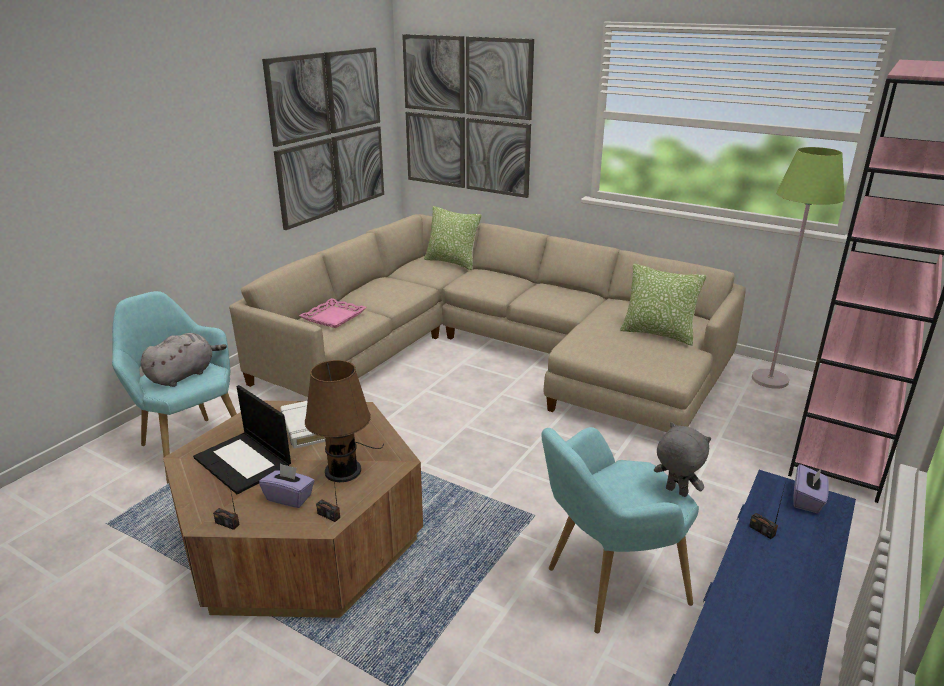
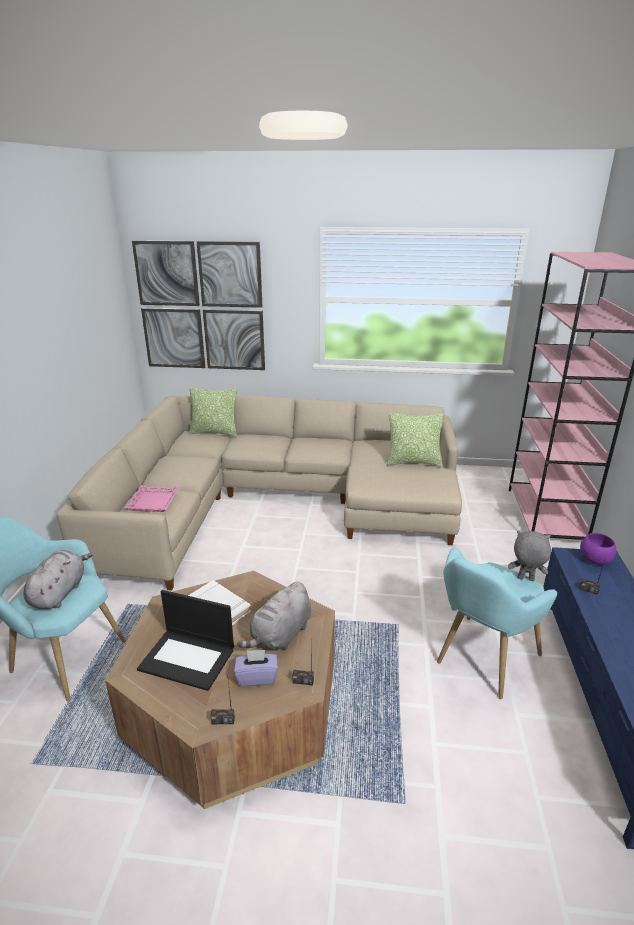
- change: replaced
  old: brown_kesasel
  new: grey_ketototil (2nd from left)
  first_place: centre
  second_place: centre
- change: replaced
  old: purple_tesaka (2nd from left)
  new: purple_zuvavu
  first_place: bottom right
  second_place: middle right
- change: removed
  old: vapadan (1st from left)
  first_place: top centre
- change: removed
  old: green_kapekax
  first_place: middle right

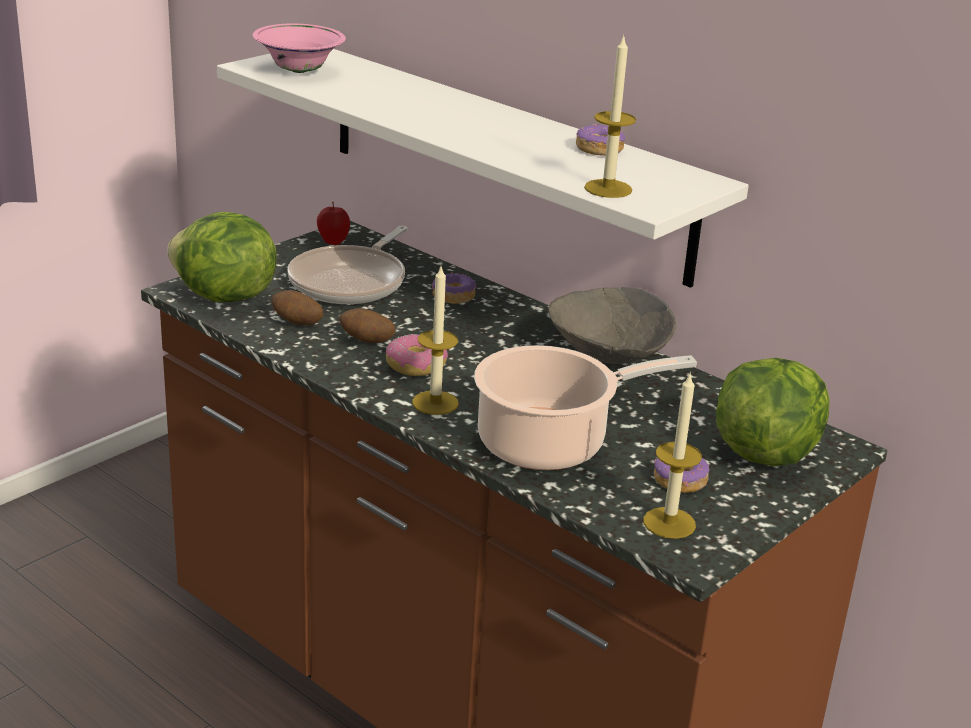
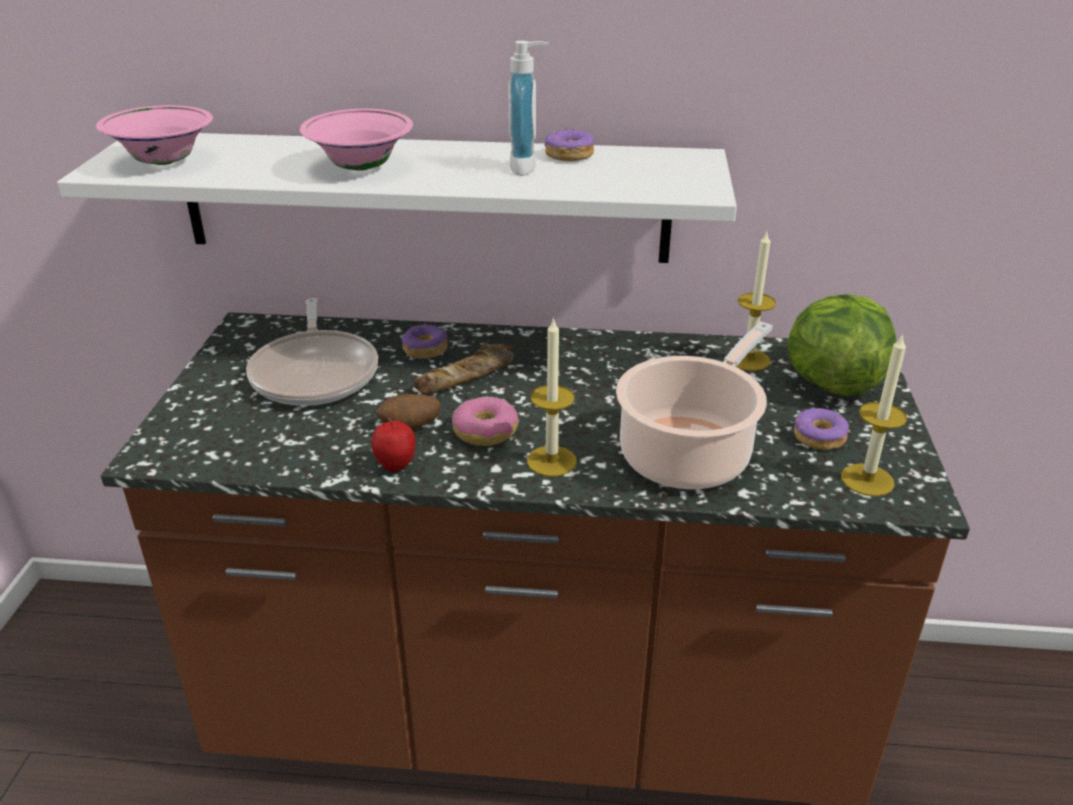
- change: added
  new: pink_zuvavu (2nd from left)
  second_place: top left
- change: moved
  old: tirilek
  first_place: top centre
  second_place: centre
- change: added
  new: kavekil
  second_place: centre
- change: added
  new: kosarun
  second_place: top centre
- change: moved
  old: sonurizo (2nd from left)
  first_place: top centre
  second_place: middle right
- change: removed
  old: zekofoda (1st from left)
  first_place: middle left
- change: removed
  old: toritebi (1st from left)
  first_place: middle left
- change: removed
  old: grey_zuvavu
  first_place: centre

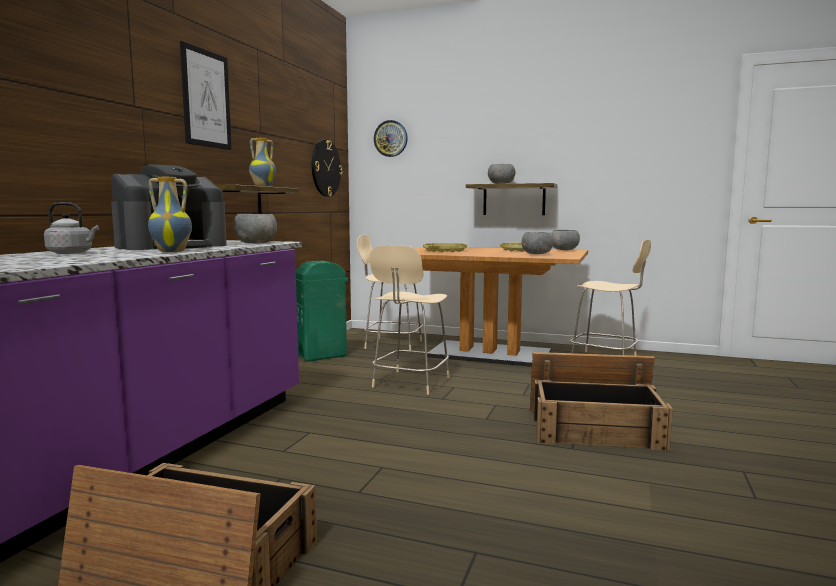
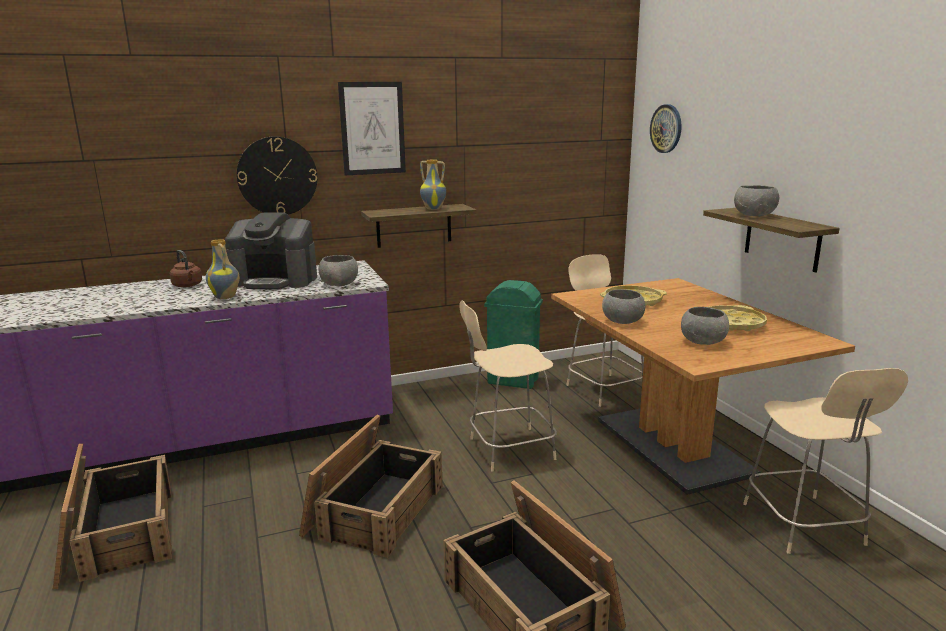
- change: recoloured
  old: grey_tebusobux
  new: brown_tebusobux
  first_place: middle left
  second_place: middle left
- change: moved
  old: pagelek (1st from left)
  first_place: top centre
  second_place: top left
- change: added
  new: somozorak (2nd from left)
  second_place: bottom centre
- change: moved
  old: grey_zuvavu (4th from left in the first image)
  new: grey_zuvavu (2nd from left)
  first_place: middle right
  second_place: centre

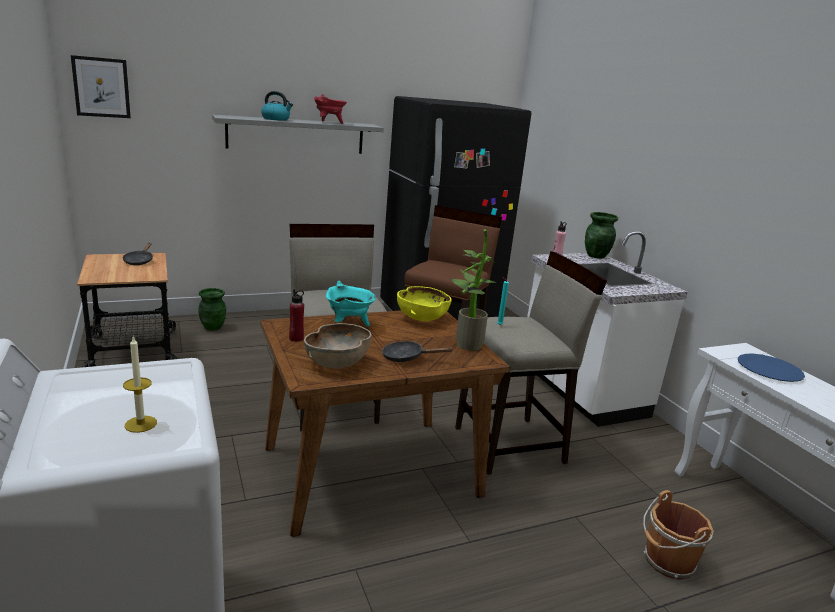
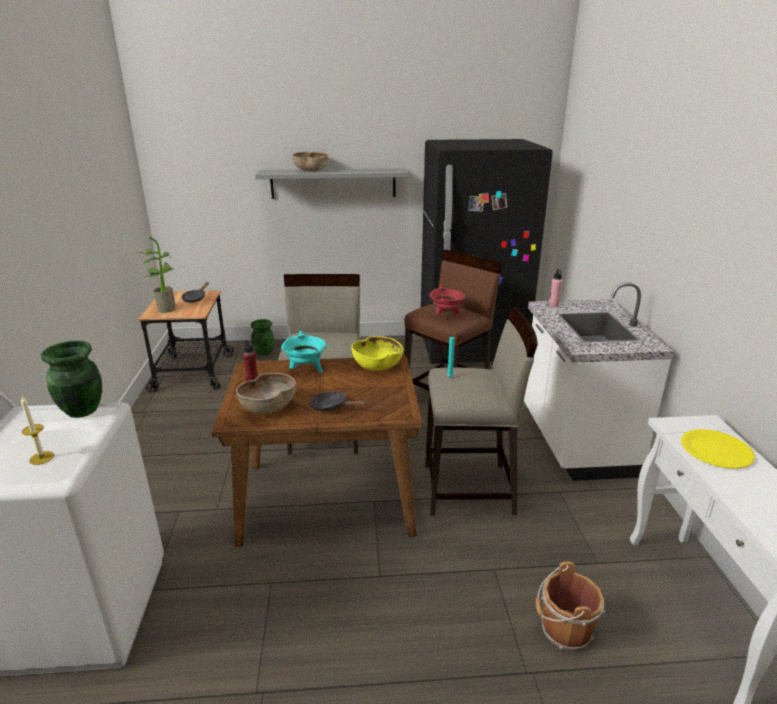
- change: moved
  old: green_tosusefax (2nd from left in the first image)
  new: green_tosusefax (1st from left)
  first_place: middle right
  second_place: middle left
- change: moved
  old: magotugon
  first_place: centre
  second_place: middle left
- change: replaced
  old: tebusobux
  new: brown_zuvavu (2nd from left)
  first_place: top left
  second_place: top centre
- change: moved
  old: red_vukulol
  first_place: top centre
  second_place: centre
- change: recoloured
  old: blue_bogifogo
  new: yellow_bogifogo
  first_place: middle right
  second_place: middle right
- change: removed
  old: vapadan
  first_place: top left

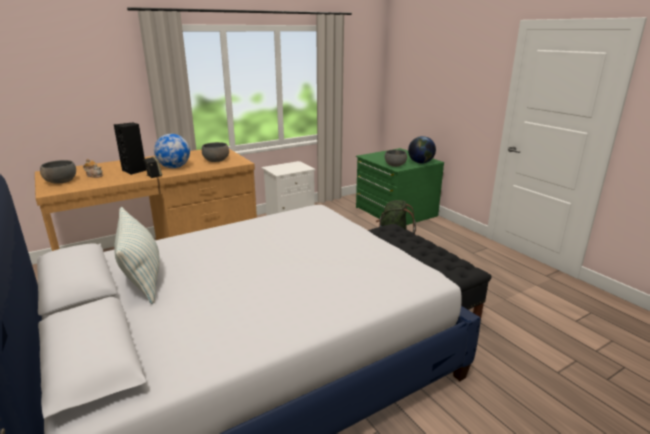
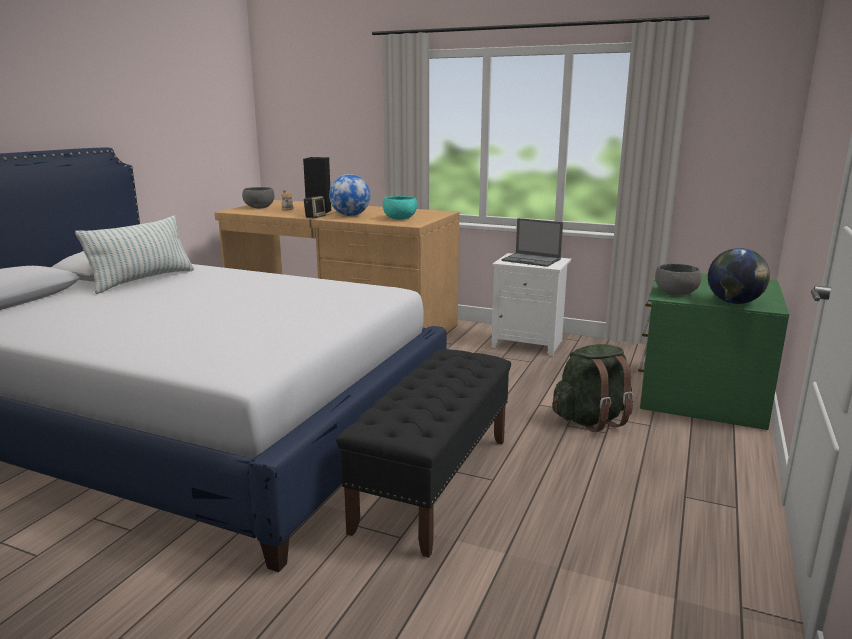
- change: recoloured
  old: grey_zuvavu (2nd from left)
  new: turquoise_zuvavu
  first_place: middle left
  second_place: top centre
- change: added
  new: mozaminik
  second_place: centre

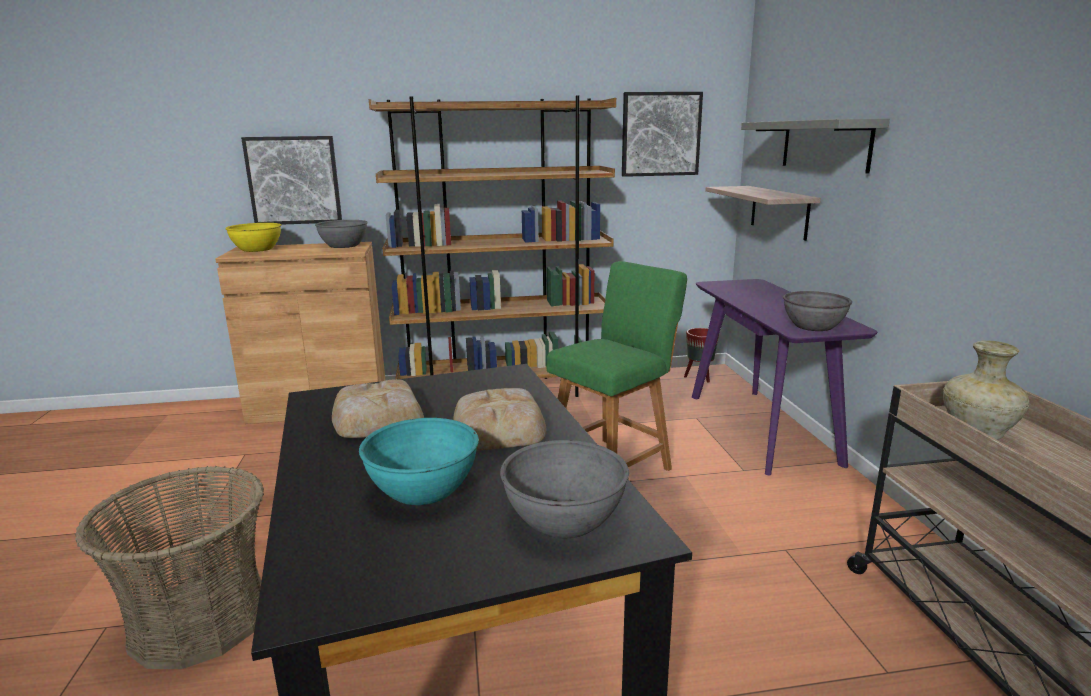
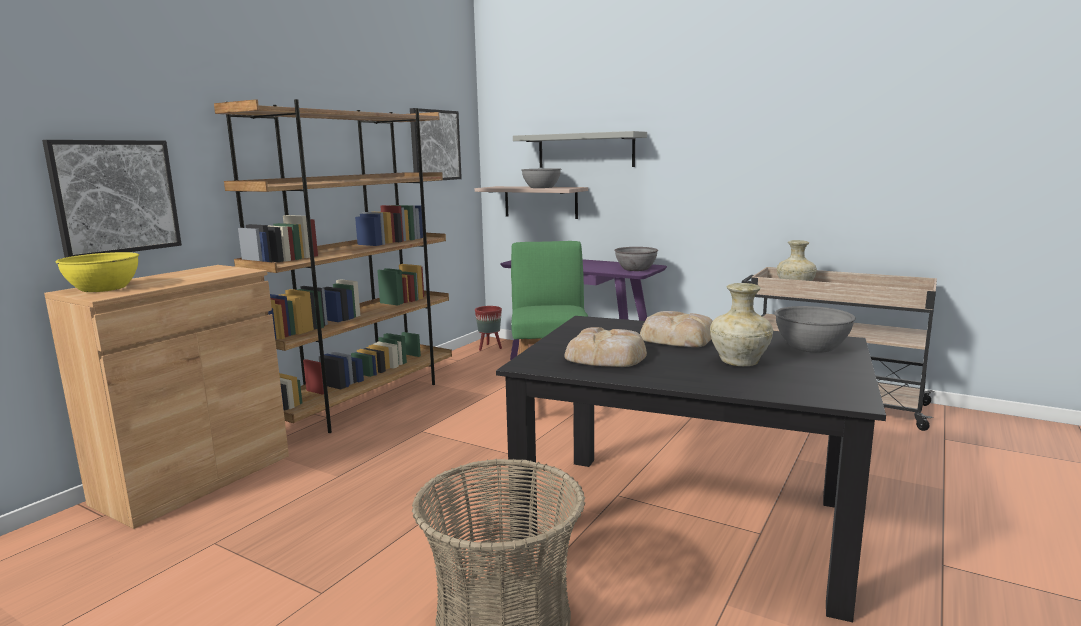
- change: moved
  old: grey_zuvavu (1st from left)
  first_place: middle left
  second_place: top centre
- change: replaced
  old: turquoise_zuvavu
  new: beige_tosusefax (1st from left)
  first_place: centre
  second_place: middle right

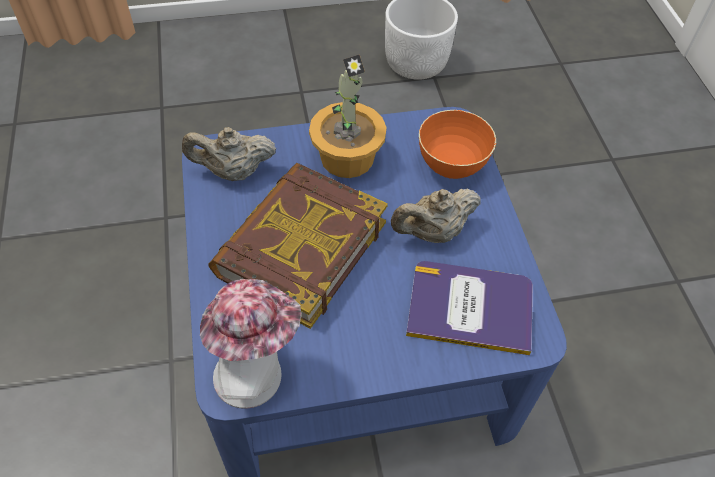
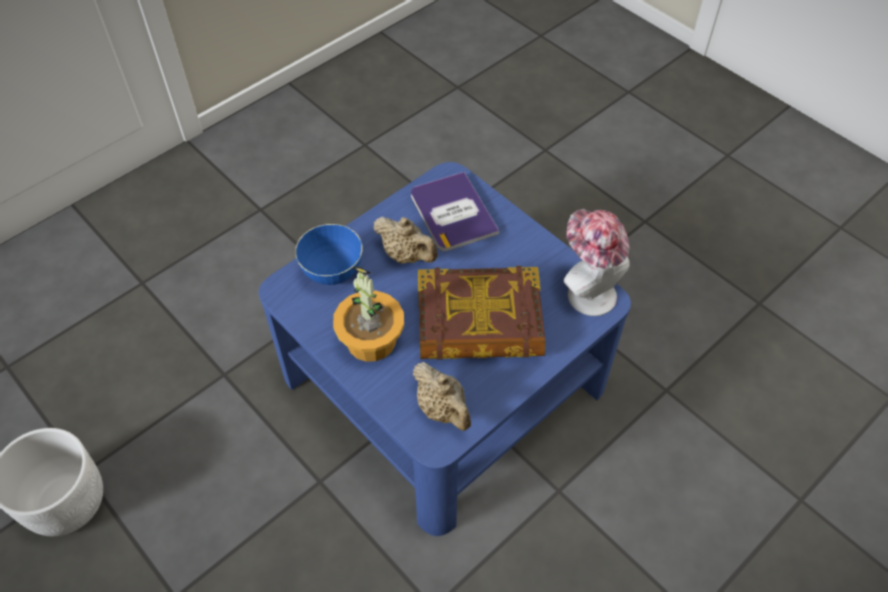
- change: recoloured
  old: orange_zuvavu
  new: blue_zuvavu
  first_place: top centre
  second_place: centre

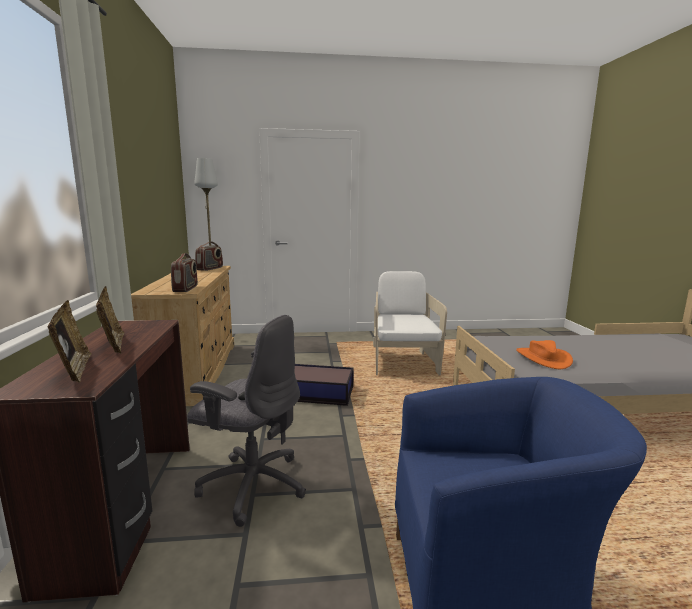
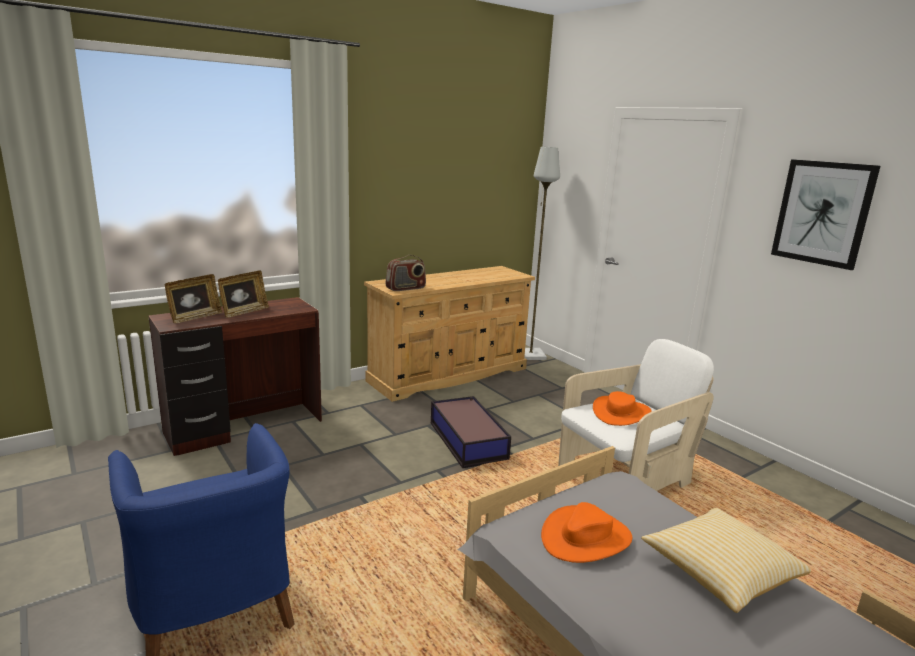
- change: added
  new: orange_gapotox (2nd from left)
  second_place: middle right
- change: added
  new: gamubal
  second_place: bottom right
- change: added
  new: vapadan
  second_place: top right
- change: removed
  old: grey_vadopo
  first_place: bottom centre
- change: removed
  old: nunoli (2nd from left)
  first_place: middle left

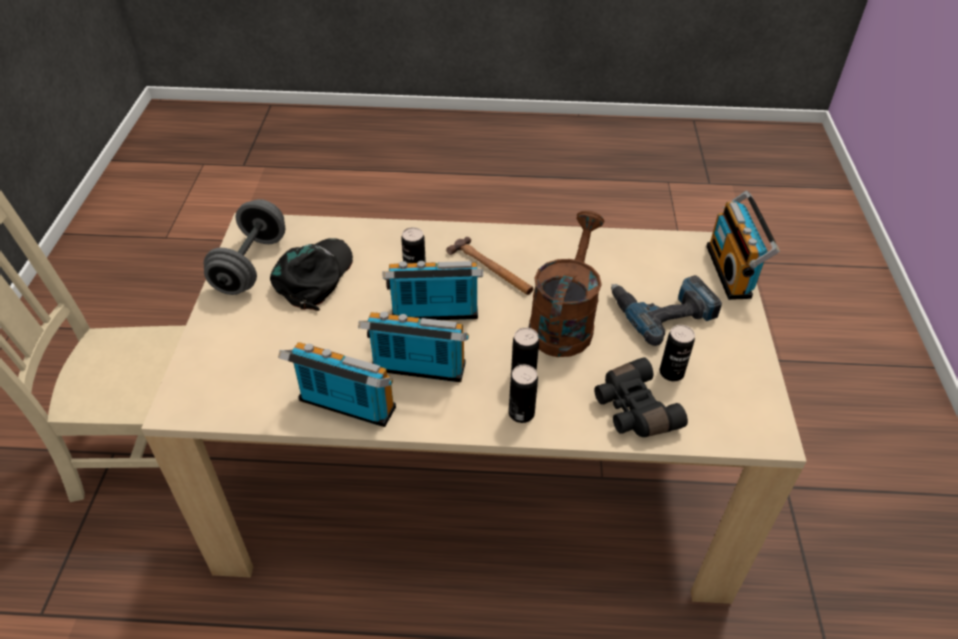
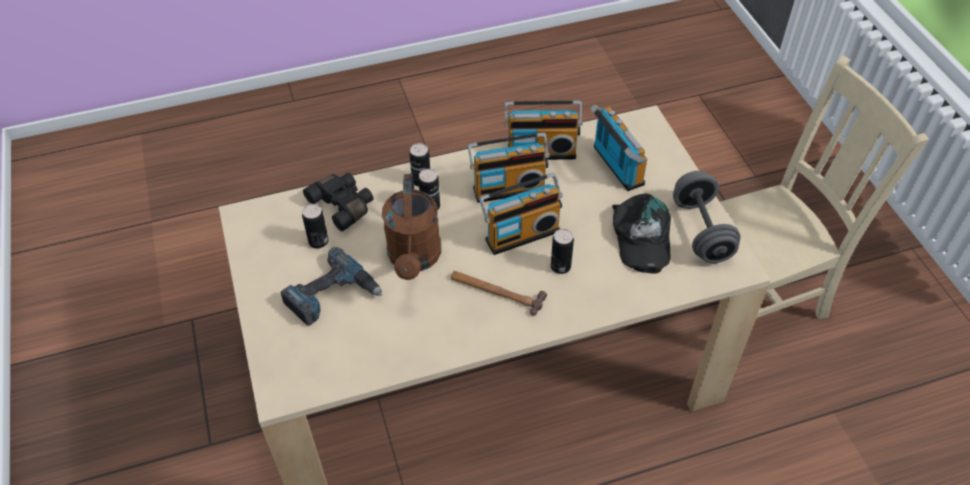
- change: moved
  old: nunoli (4th from left)
  first_place: middle right
  second_place: top centre

